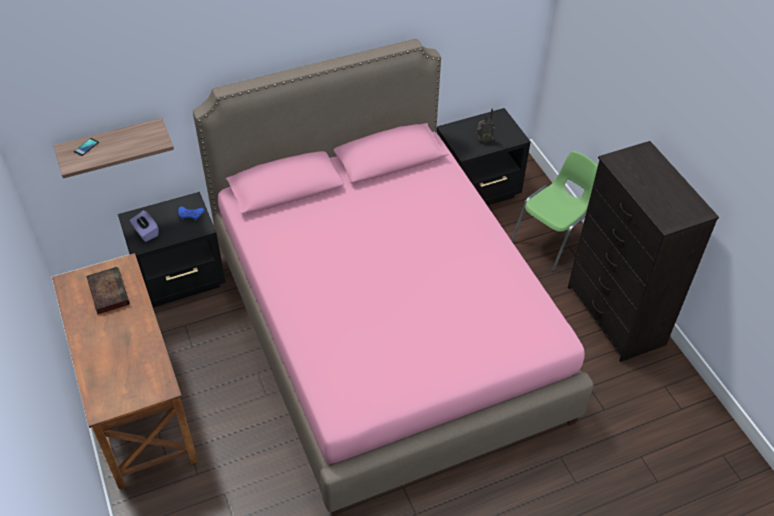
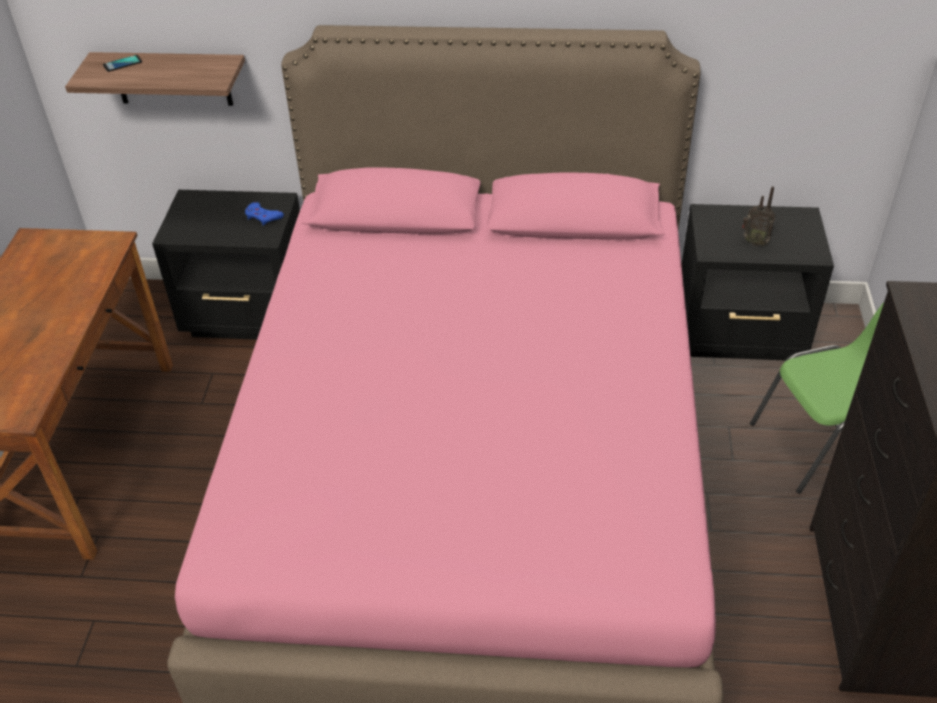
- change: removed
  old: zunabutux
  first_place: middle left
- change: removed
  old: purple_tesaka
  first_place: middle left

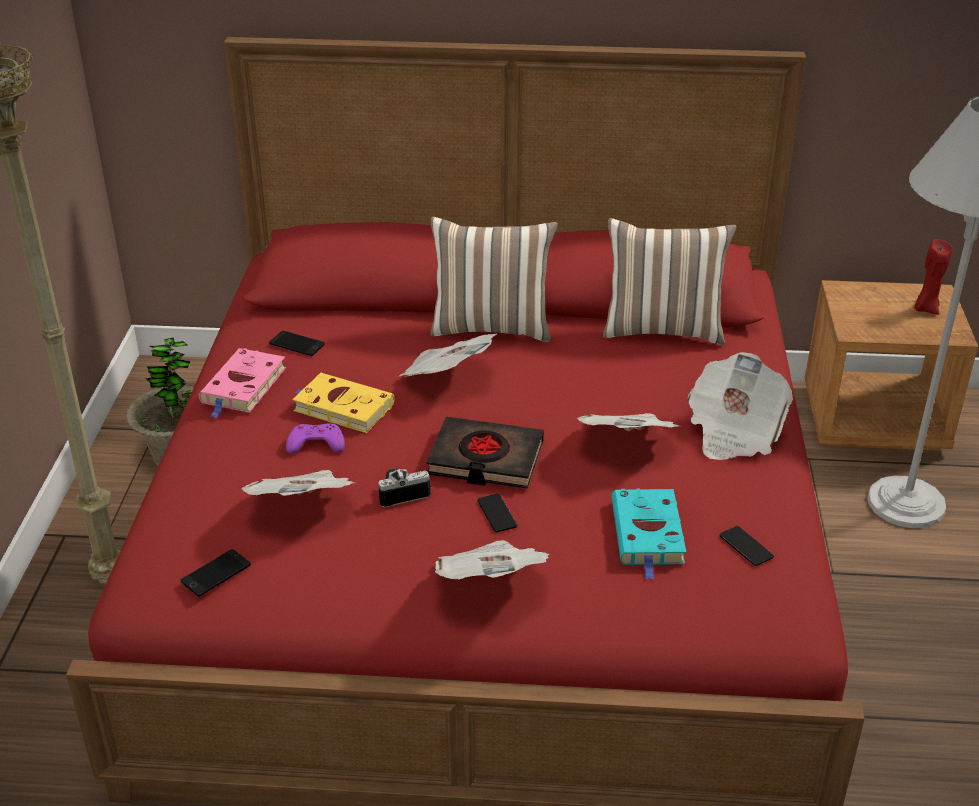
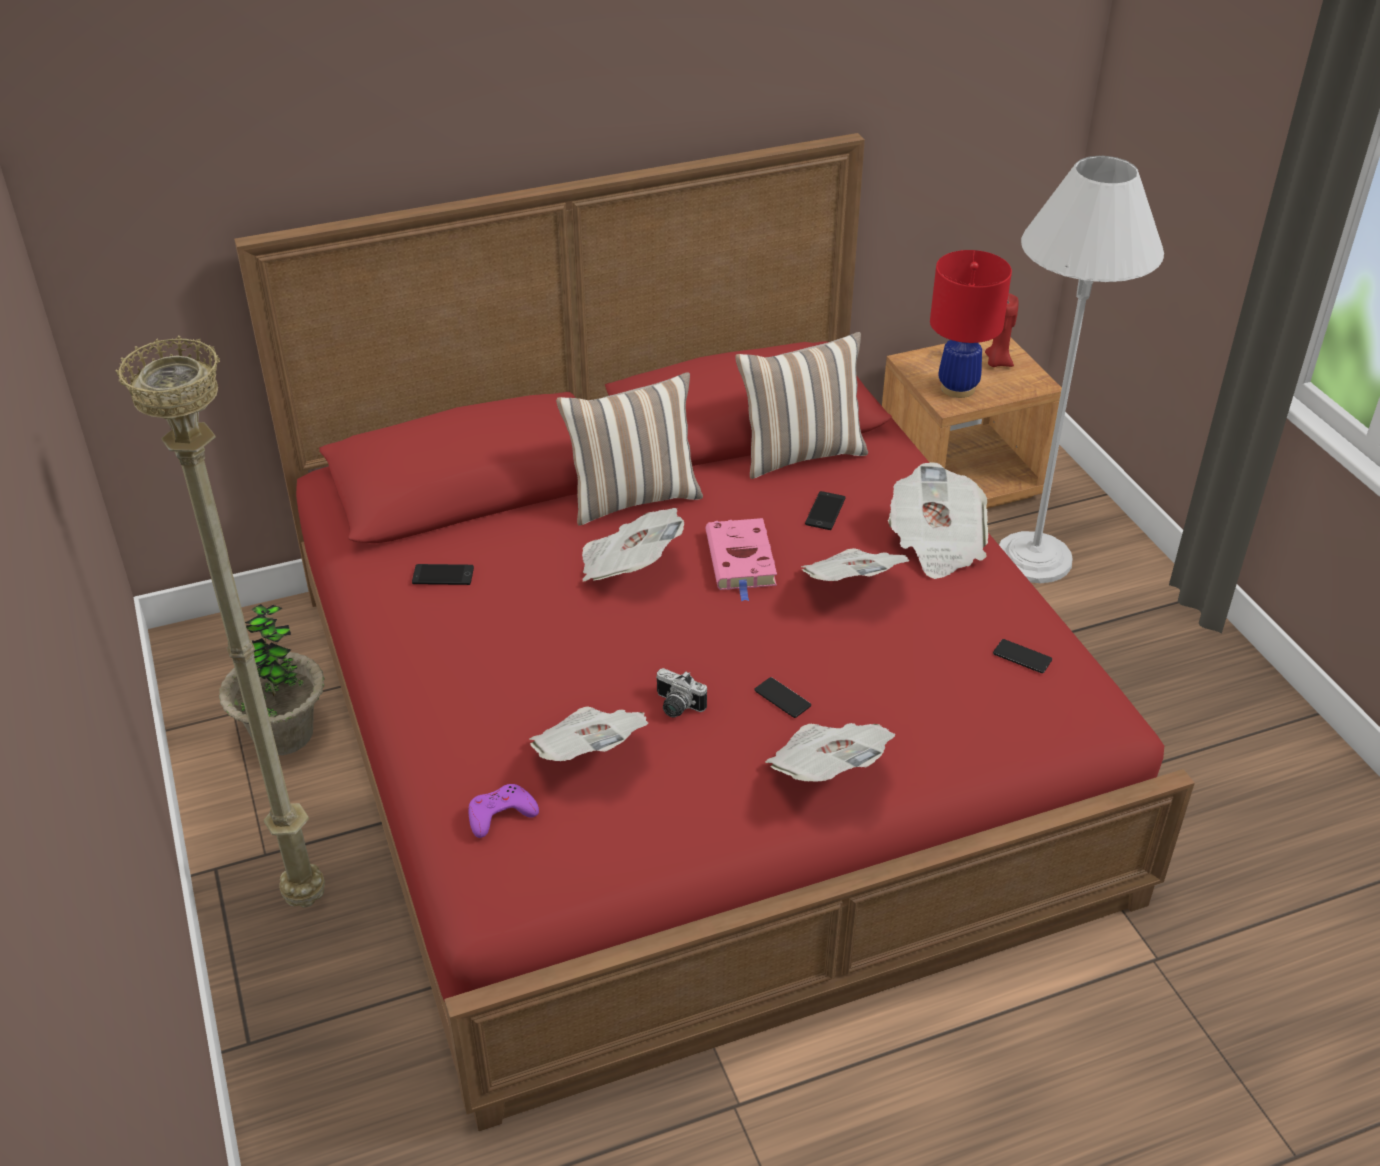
- change: moved
  old: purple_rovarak
  first_place: middle left
  second_place: bottom centre
- change: turned
  old: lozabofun
  first_place: centre
  second_place: centre
  degrees: -105
- change: moved
  old: pink_zunabutux
  first_place: middle left
  second_place: centre
- change: moved
  old: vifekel (1st from left in the first image)
  new: vifekel (3rd from left)
  first_place: bottom left
  second_place: centre
- change: added
  new: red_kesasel
  second_place: top right
- change: removed
  old: yellow_zunabutux
  first_place: centre
- change: removed
  old: black_zunabutux
  first_place: centre
- change: removed
  old: turquoise_zunabutux
  first_place: centre

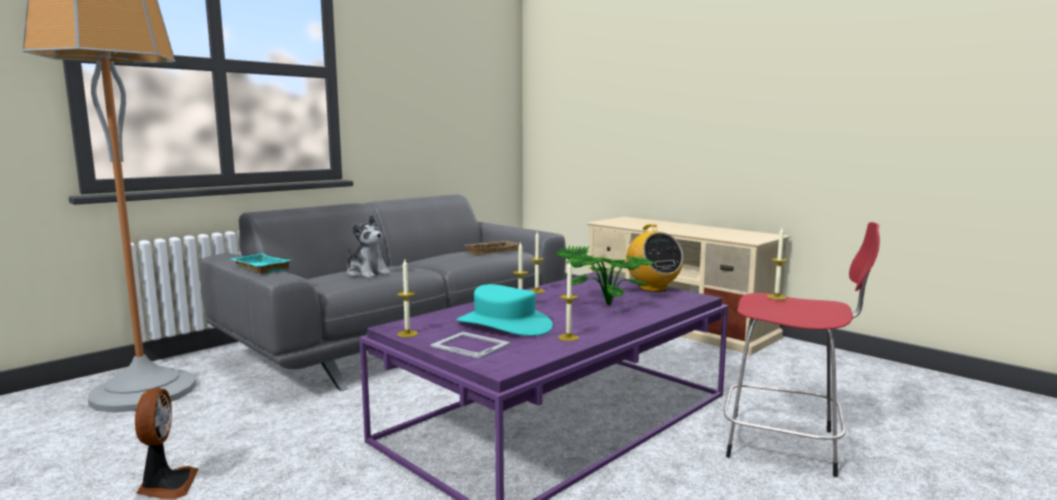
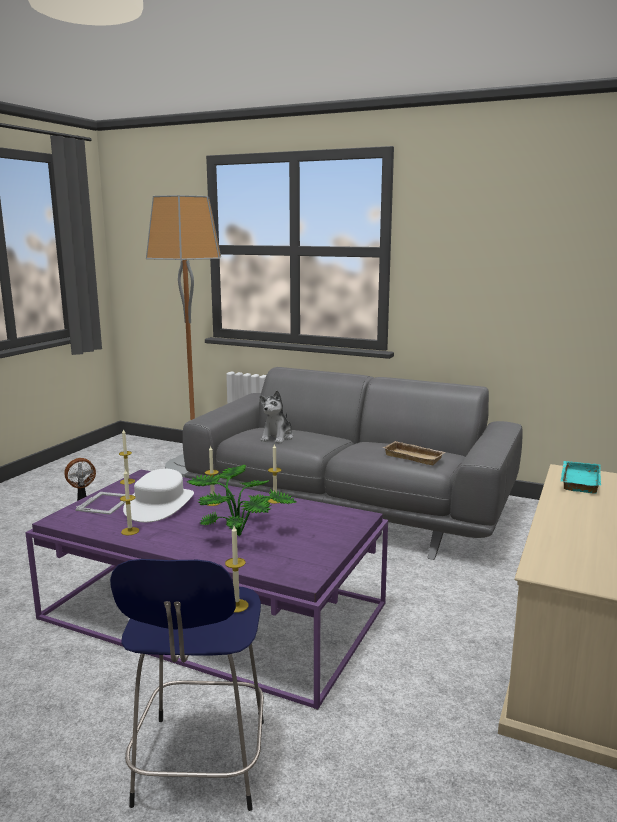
- change: recoloured
  old: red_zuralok
  new: blue_zuralok
  first_place: bottom right
  second_place: bottom left
- change: recoloured
  old: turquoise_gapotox
  new: white_gapotox
  first_place: centre
  second_place: middle left
- change: moved
  old: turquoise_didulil
  first_place: middle left
  second_place: middle right
- change: removed
  old: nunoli
  first_place: centre

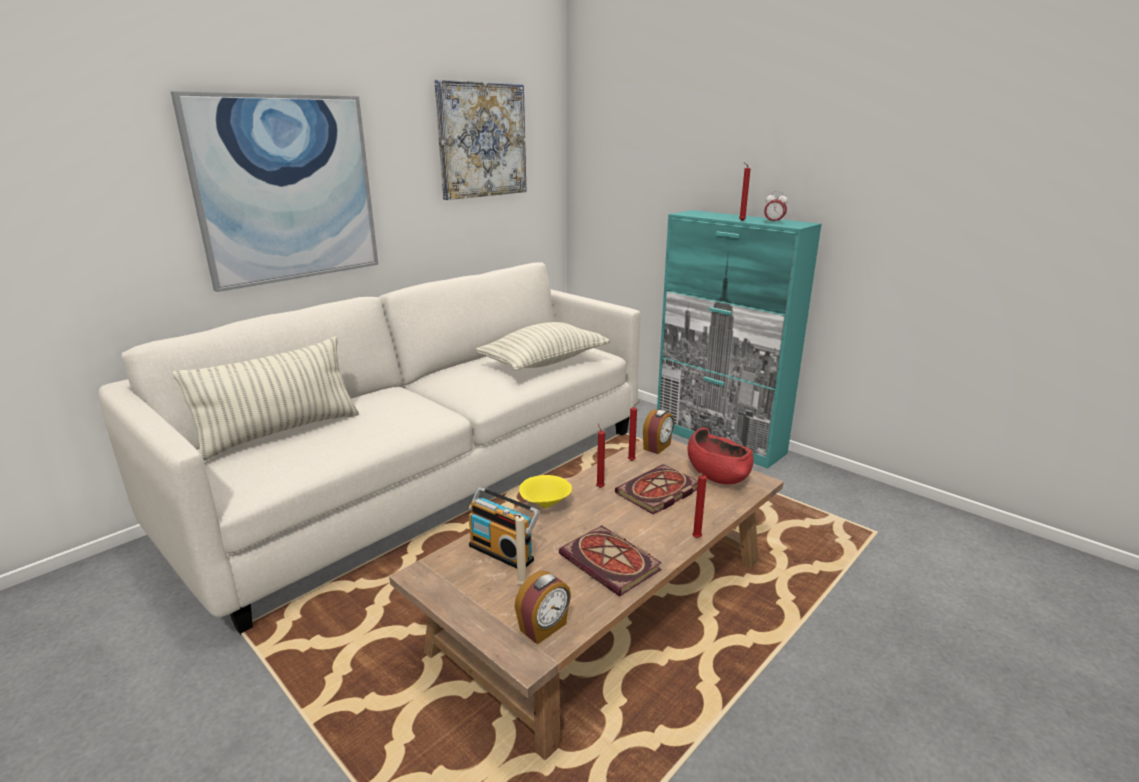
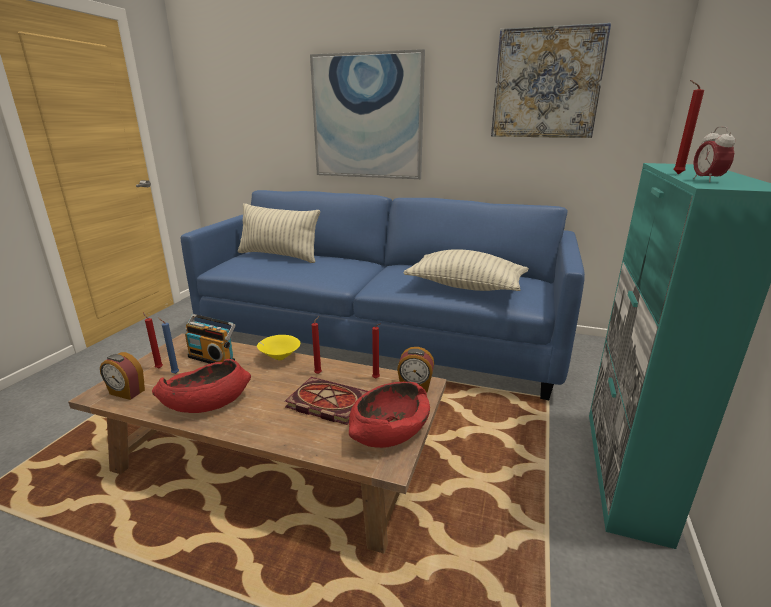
- change: moved
  old: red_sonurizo (3rd from left in the first image)
  new: red_sonurizo (1st from left)
  first_place: centre
  second_place: middle left
- change: replaced
  old: zunabutux (1st from left)
  new: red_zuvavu (1st from left)
  first_place: bottom centre
  second_place: middle left
- change: recoloured
  old: beige_sonurizo
  new: blue_sonurizo
  first_place: bottom centre
  second_place: middle left
- change: recoloured
  old: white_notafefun
  new: blue_notafefun
  first_place: middle left
  second_place: centre
- change: turned
  old: nunoli
  first_place: bottom centre
  second_place: middle left
  degrees: -75

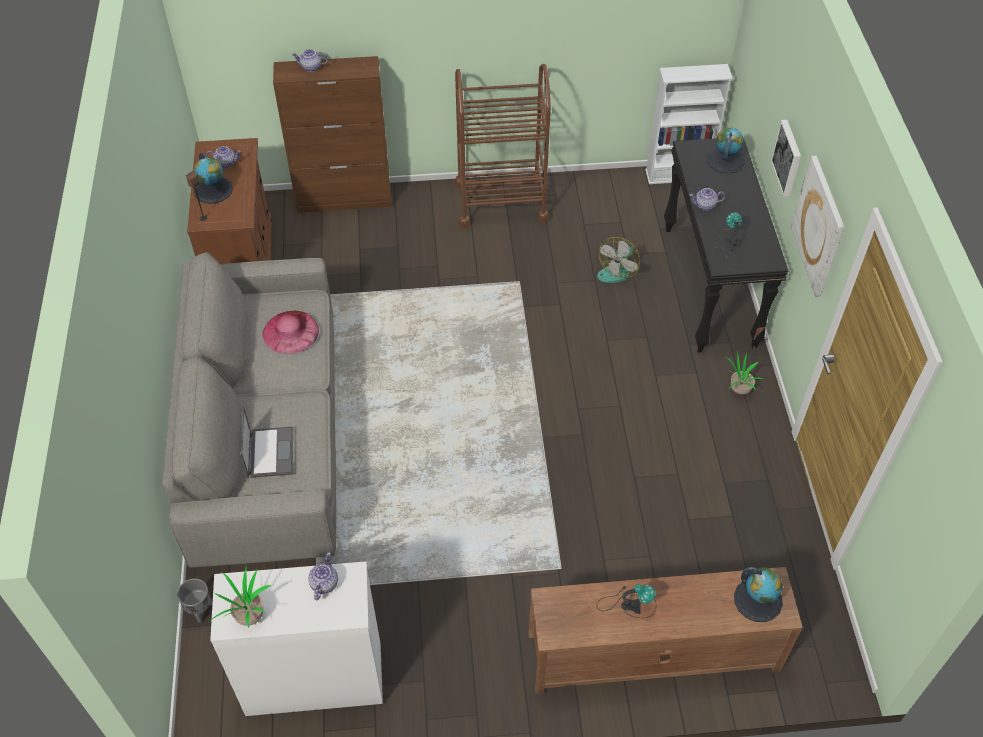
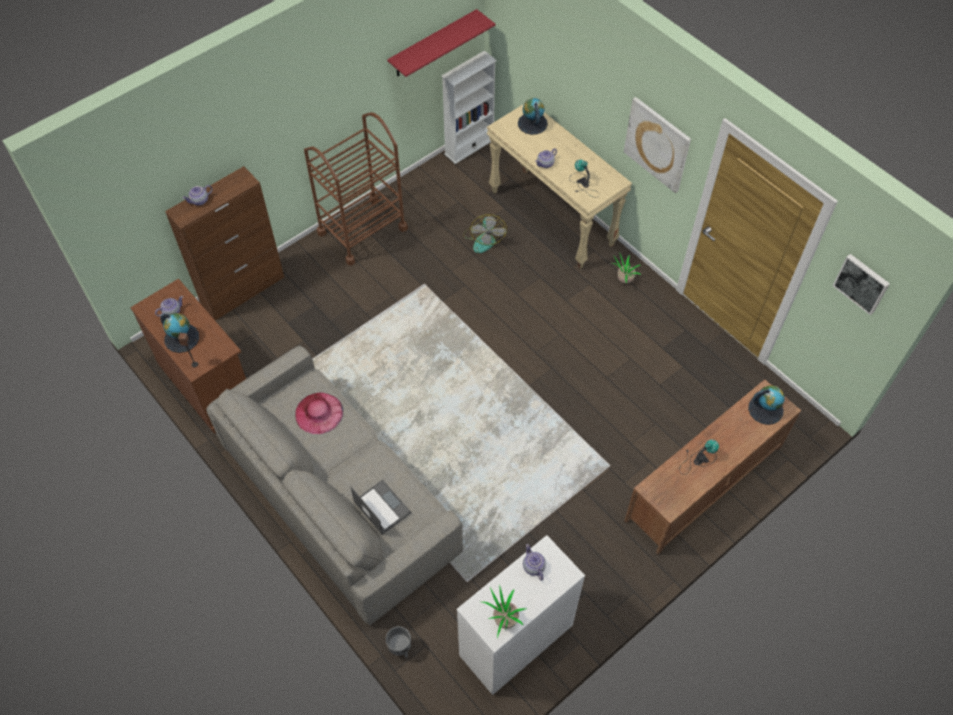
- change: added
  new: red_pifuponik
  second_place: top centre
- change: recoloured
  old: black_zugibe
  new: beige_zugibe
  first_place: top right
  second_place: top centre
- change: moved
  old: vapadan (1st from left in the first image)
  new: vapadan (2nd from left)
  first_place: top right
  second_place: middle right

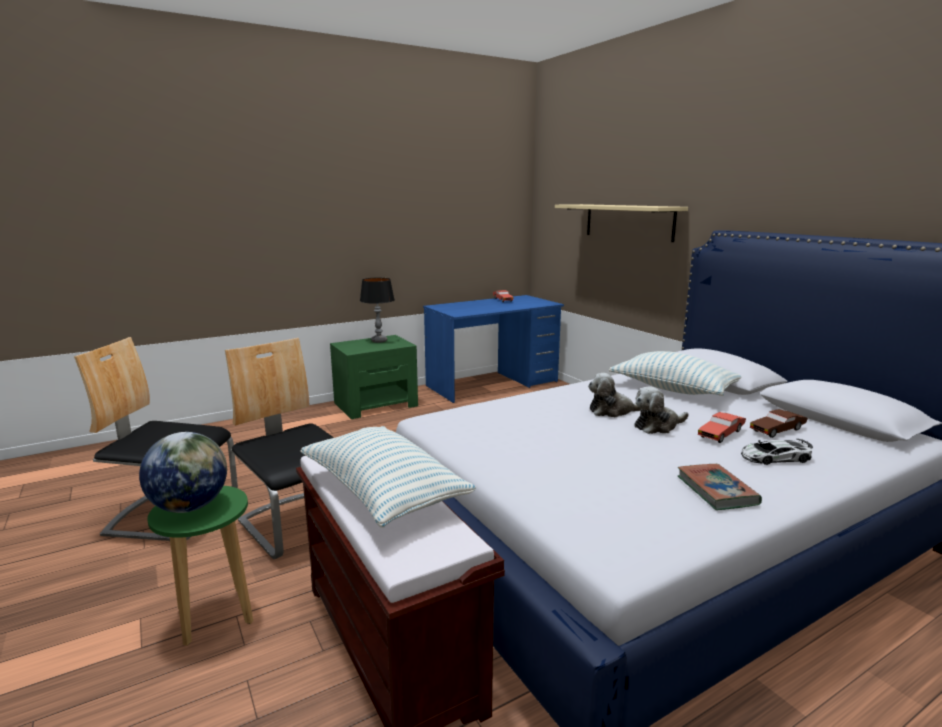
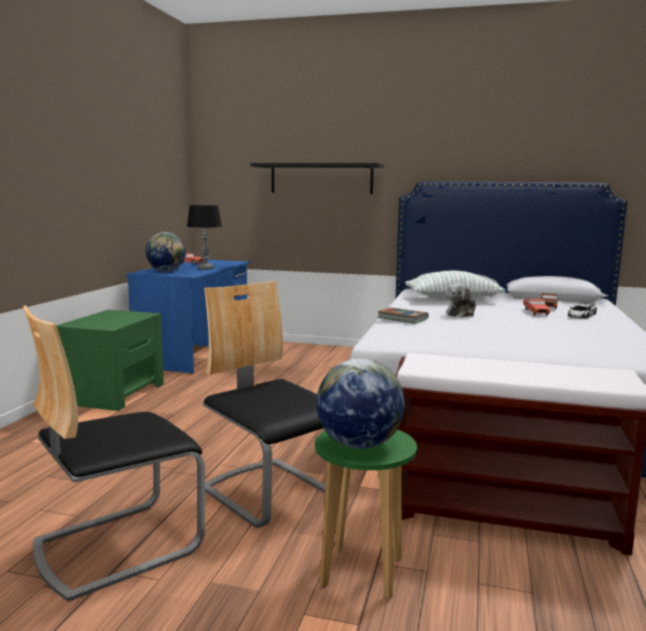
- change: added
  new: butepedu (1st from left)
  second_place: middle left
- change: moved
  old: kesasel
  first_place: centre
  second_place: middle left
- change: turned
  old: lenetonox (2nd from left)
  first_place: middle left
  second_place: centre
  degrees: 45
- change: recoloured
  old: beige_pifuponik
  new: black_pifuponik
  first_place: top centre
  second_place: top centre
- change: moved
  old: zunabutux
  first_place: bottom right
  second_place: centre
- change: removed
  old: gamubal (1st from left)
  first_place: centre
- change: removed
  old: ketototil (2nd from left)
  first_place: middle right

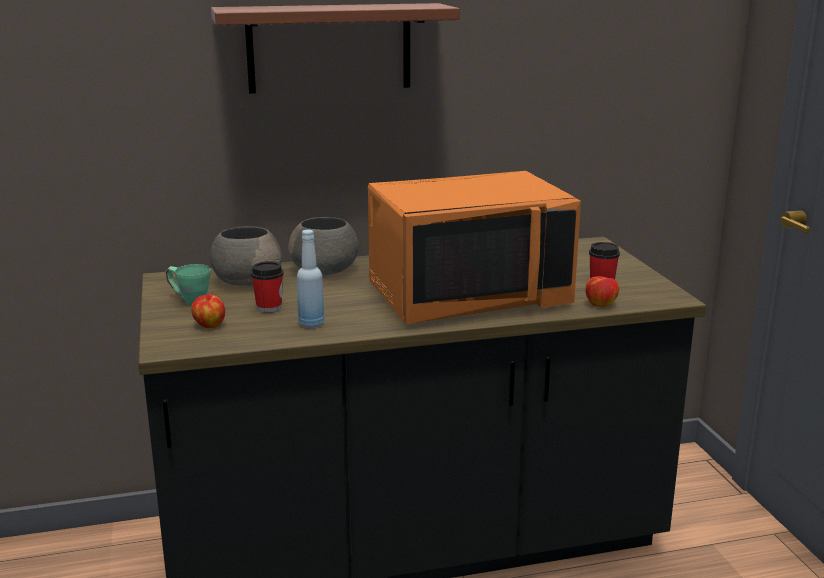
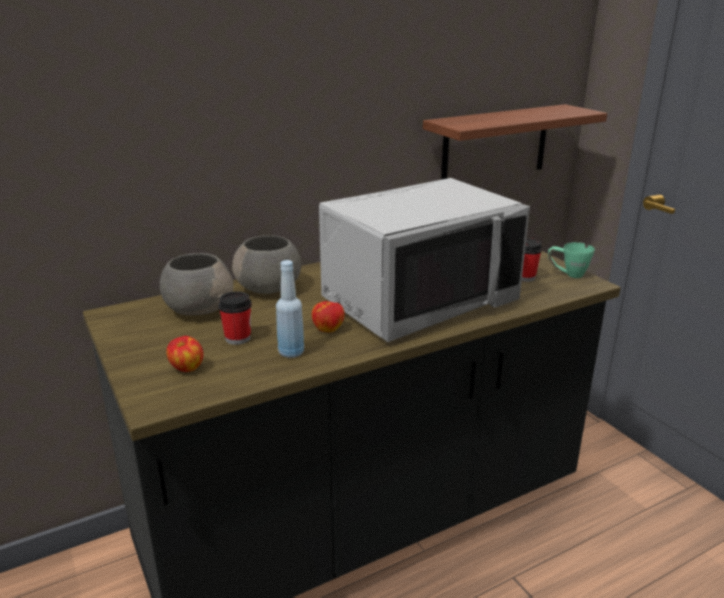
- change: moved
  old: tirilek (2nd from left)
  first_place: middle right
  second_place: centre
- change: recoloured
  old: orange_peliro
  new: grey_peliro
  first_place: centre
  second_place: centre
- change: moved
  old: pifuponik
  first_place: top centre
  second_place: top right
- change: moved
  old: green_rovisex
  first_place: middle left
  second_place: middle right

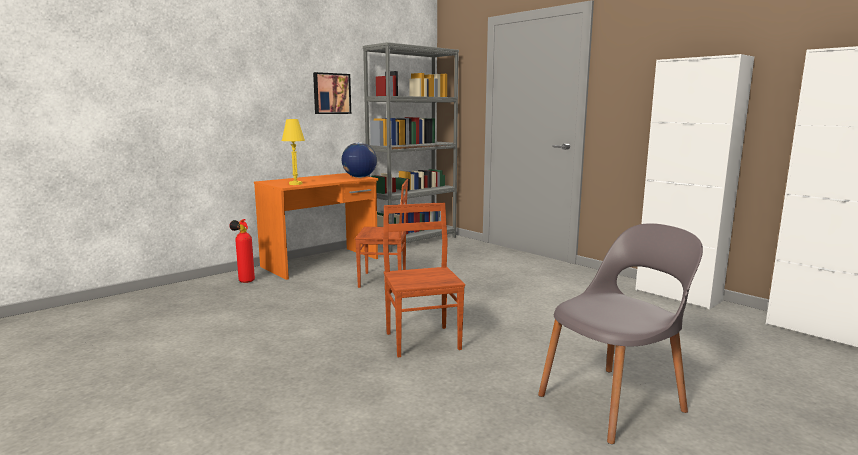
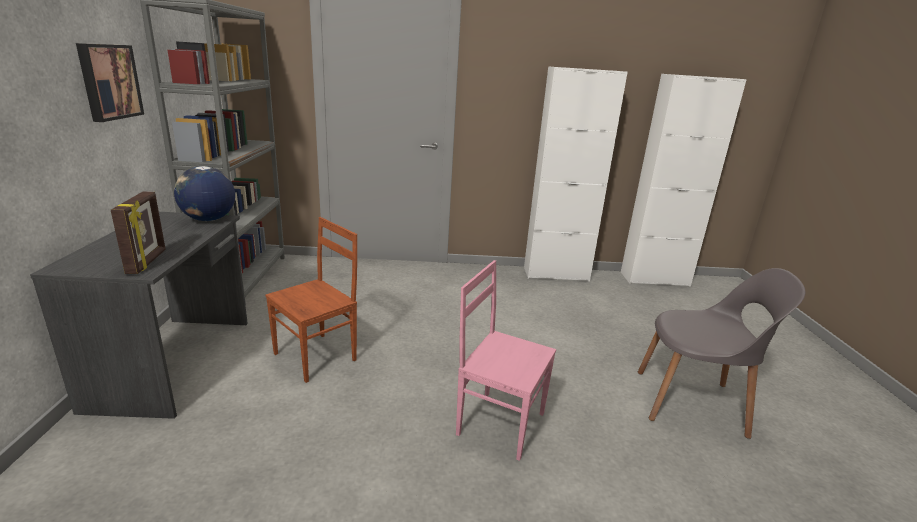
- change: recoloured
  old: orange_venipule
  new: grey_venipule
  first_place: centre
  second_place: middle left
- change: replaced
  old: yellow_kesasel
  new: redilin
  first_place: centre
  second_place: middle left
- change: recoloured
  old: brown_lenetonox (2nd from left)
  new: pink_lenetonox
  first_place: centre
  second_place: bottom centre
- change: turned
  old: grey_lenetonox
  first_place: bottom right
  second_place: bottom right
  degrees: 90
- change: removed
  old: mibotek
  first_place: middle left

